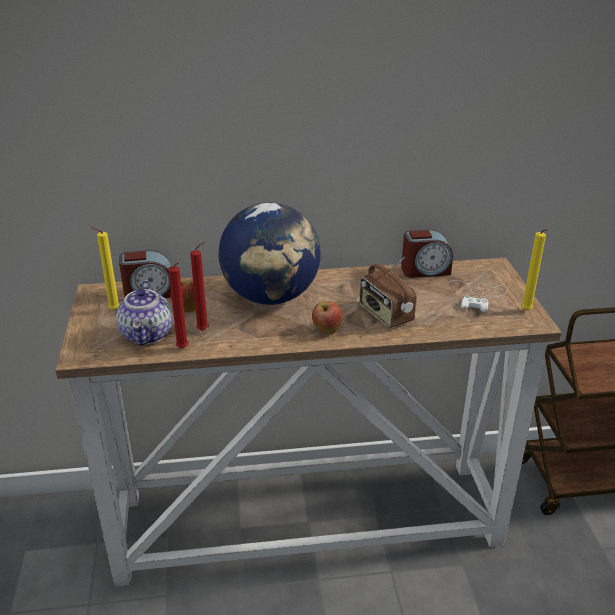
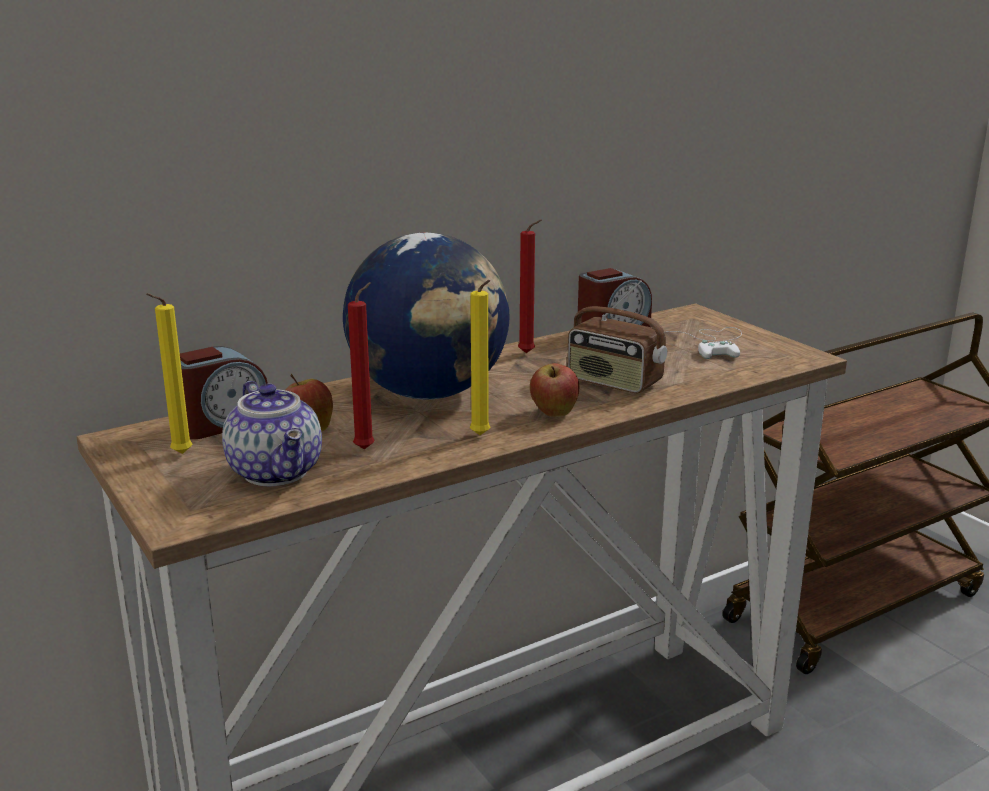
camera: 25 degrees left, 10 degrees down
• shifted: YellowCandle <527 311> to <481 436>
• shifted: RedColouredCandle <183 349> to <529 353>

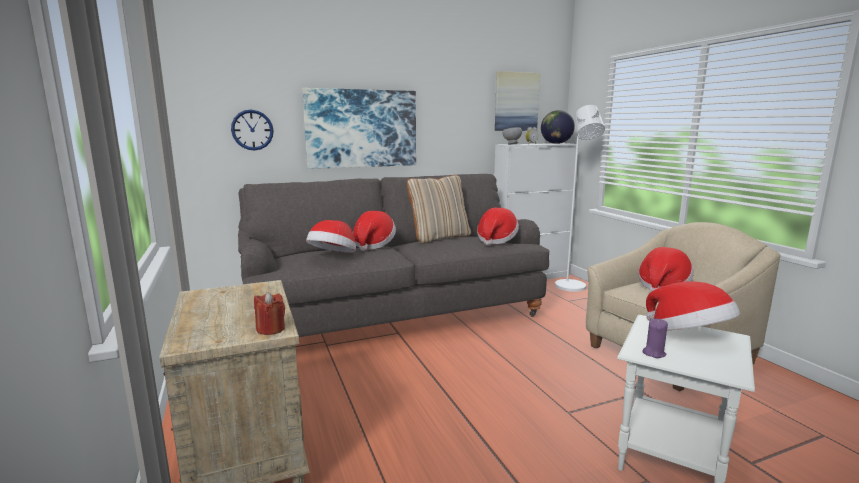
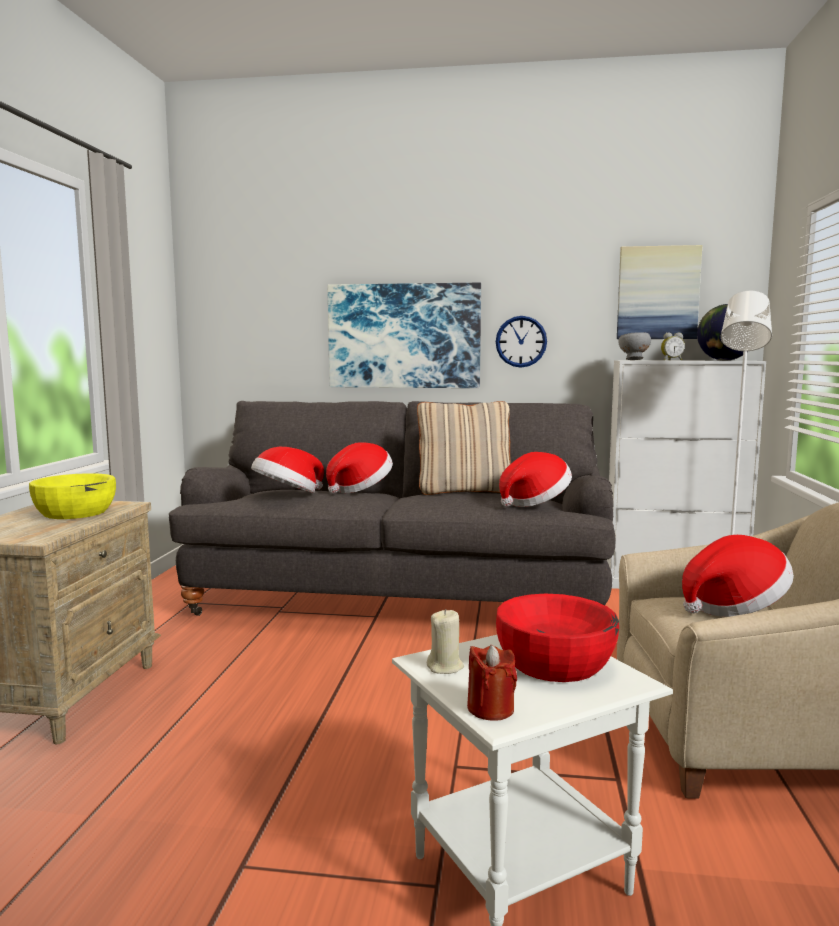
camera: 30 degrees right, 5 degrees down
• new: YellowDeepDish <75 512>
• repainted: PurpleColouredCandle <654 353> to BeigeColouredCandle <445 667>
• shifted: RedColouredCandle <270 329> to <490 709>
• shifted: HangingClock <252 130> to <521 341>
• swapped: WearableHat <688 336> to RedColouredDeepDish <555 662>

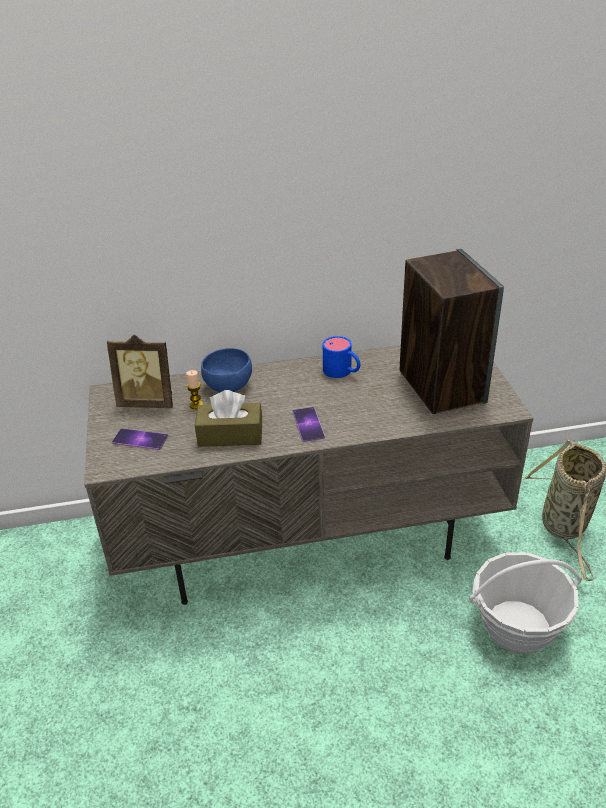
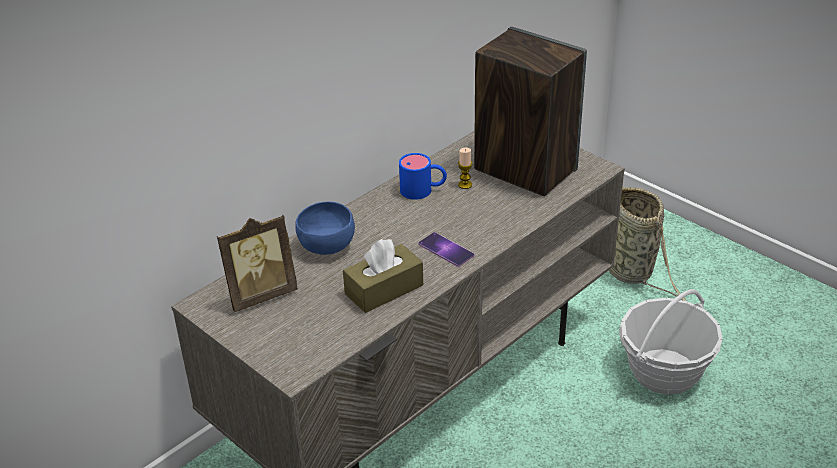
camera: 35 degrees left, 0 degrees up
• shifted: Candle <196 405> to <465 185>
• gone: Handset <140 439>

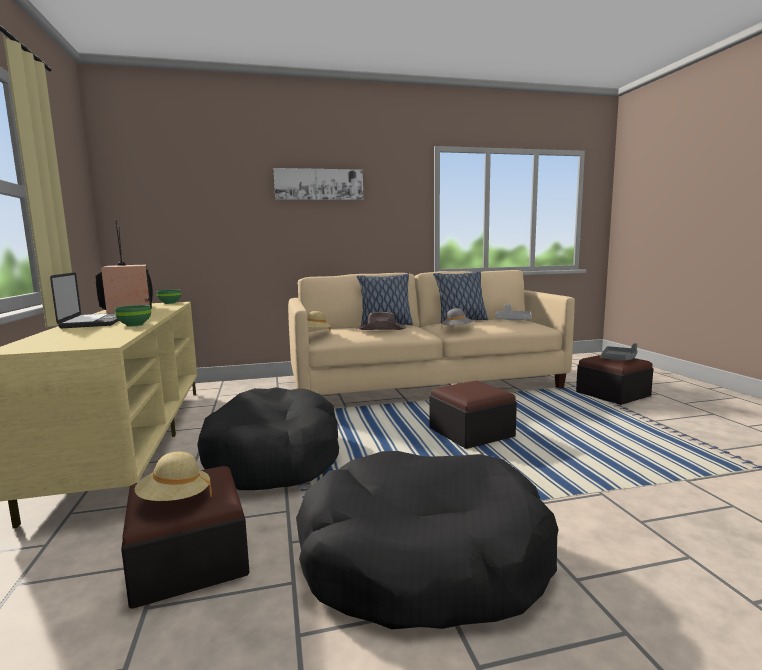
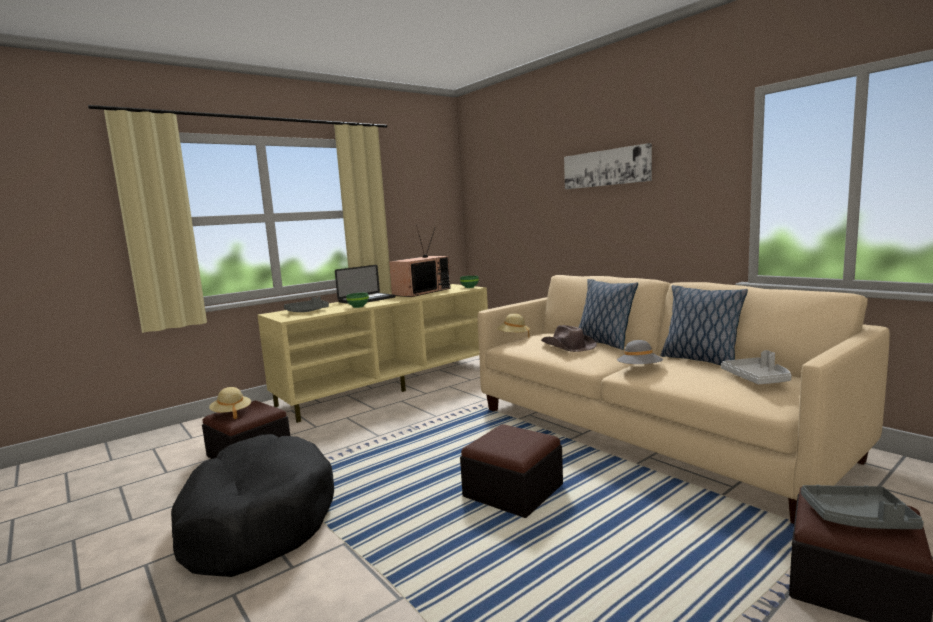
camera: 65 degrees right, 0 degrees up
• new: GreyServingTray <307 311>
• gone: BlackDogBed <275 456>

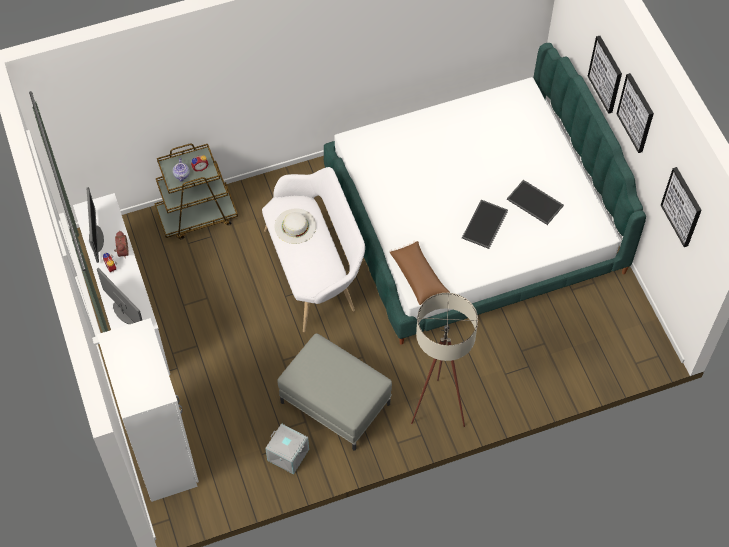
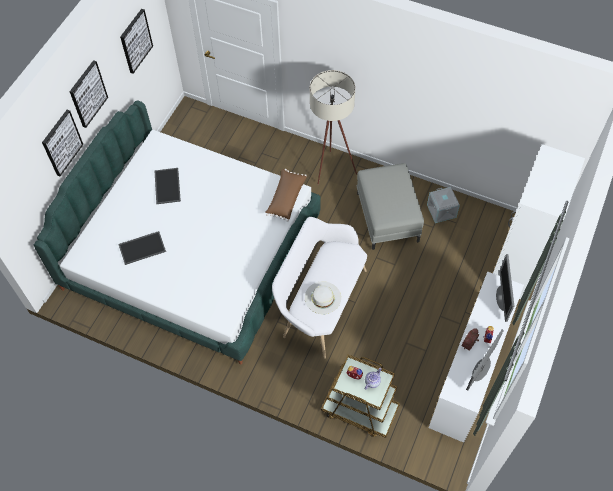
camera: 135 degrees left, 0 degrees up
• shifted: ServingTray <485 225> to <142 247>

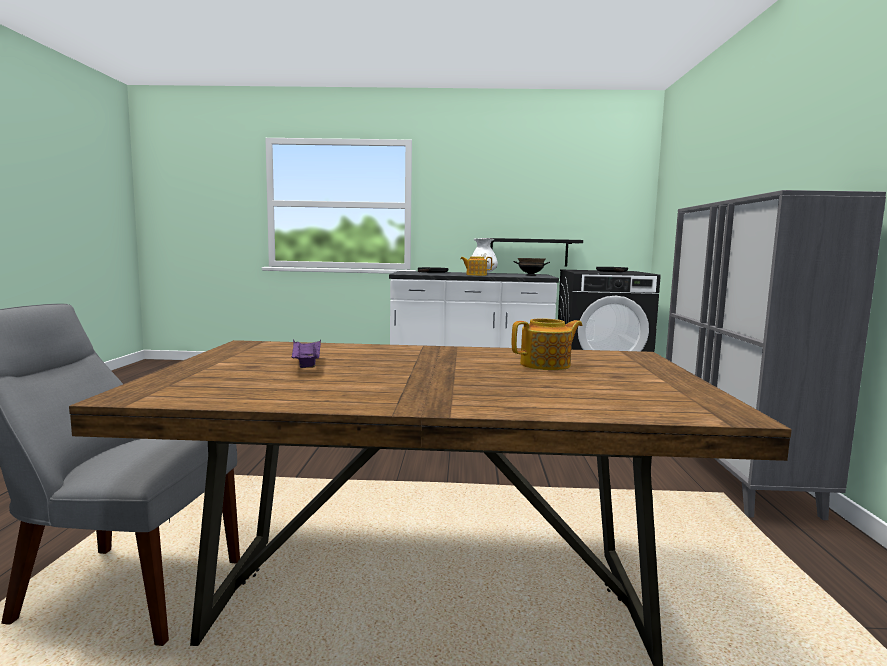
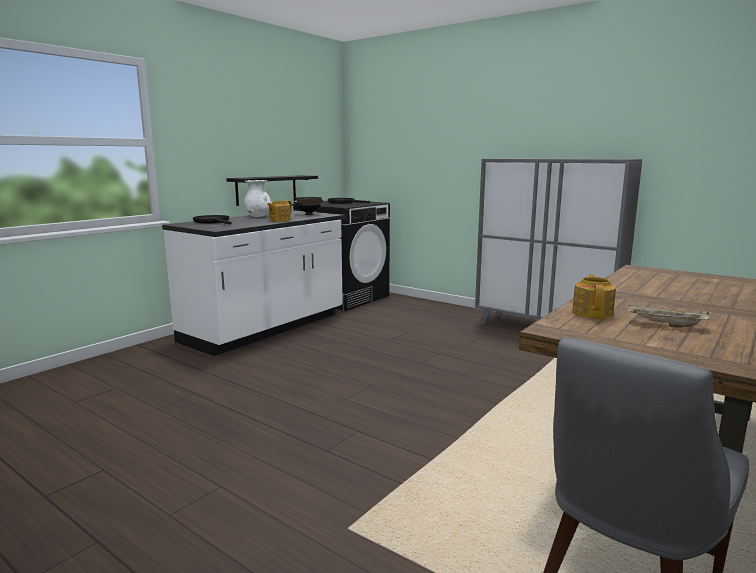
camera: 55 degrees left, 5 degrees up
• shifted: PotForTea <546 365> to <592 313>
• repainted: PurpleColouredServingTray <306 365> to BeigeColouredServingTray <665 325>

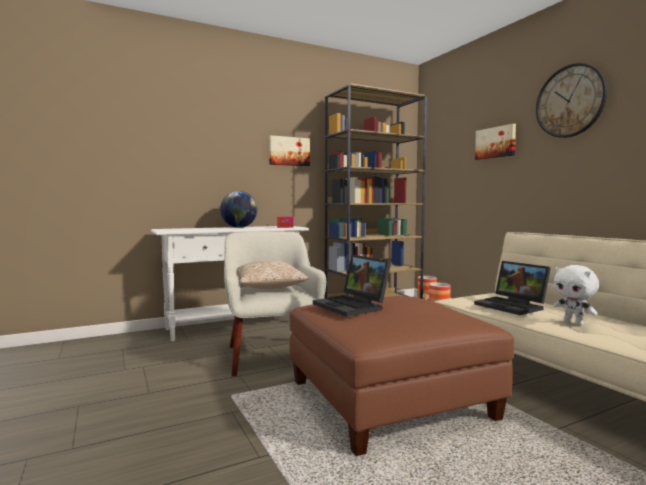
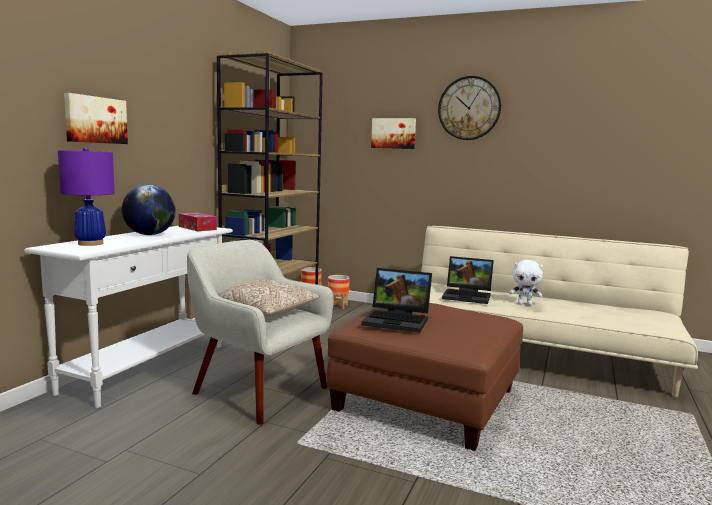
camera: 40 degrees left, 5 degrees up
• new: PurpleColouredTableLamp <91 243>
• shifted: WallArt <289 151> to <95 120>

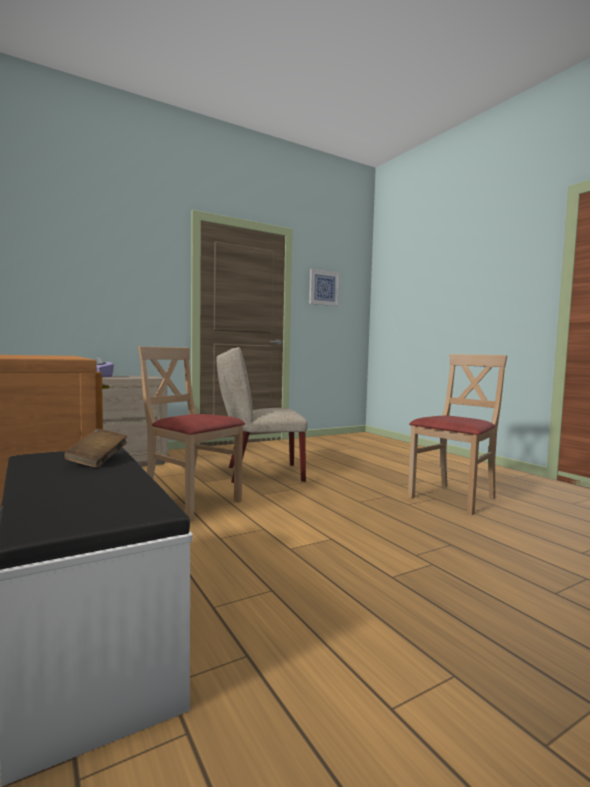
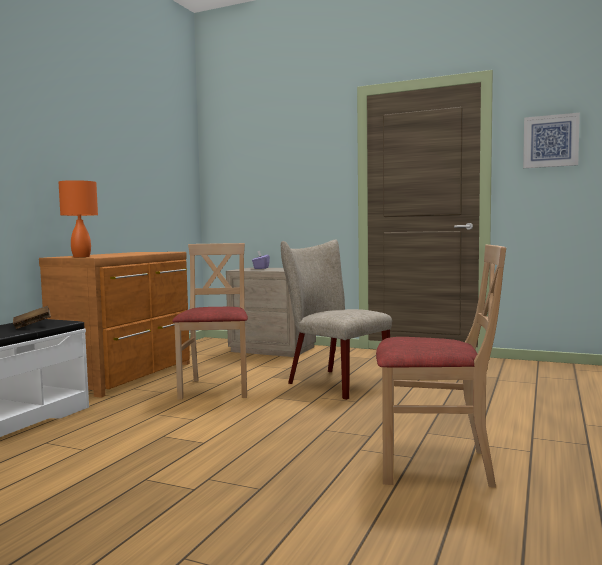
camera: 55 degrees right, 0 degrees up
• new: OrangeyTableLamp <80 257>

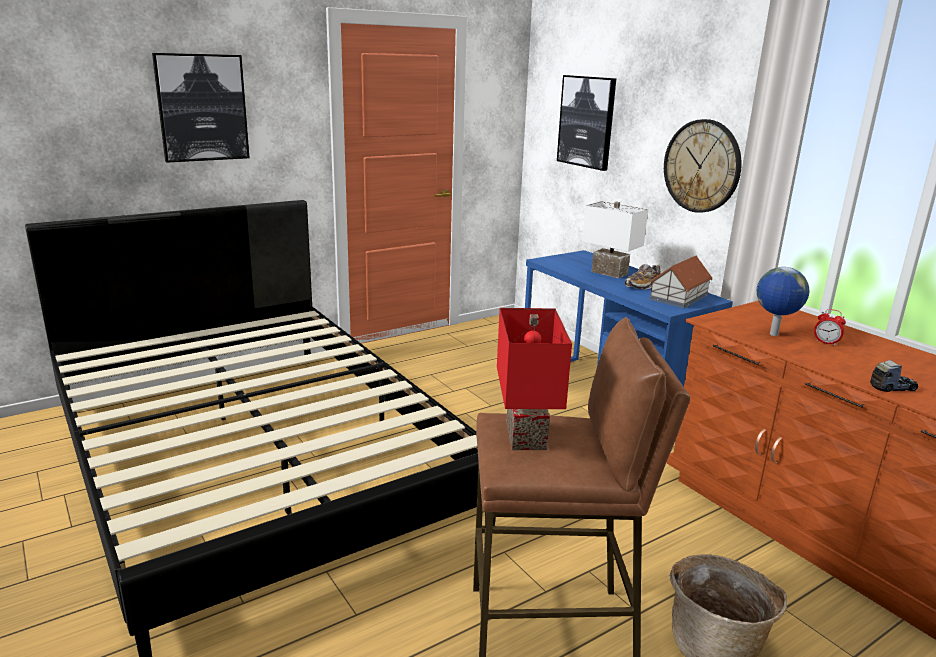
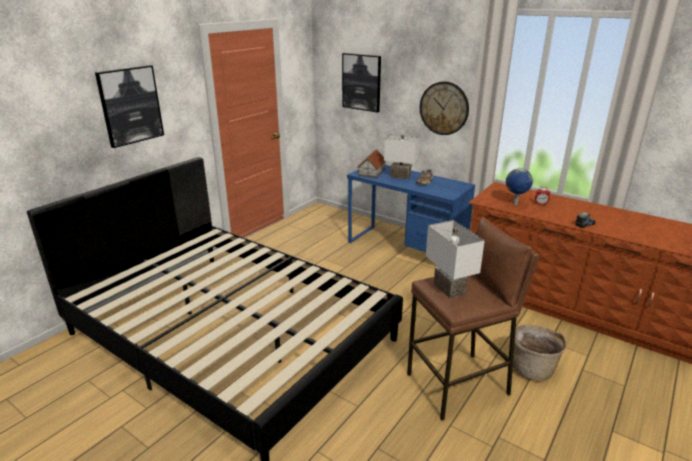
camera: 20 degrees left, 5 degrees up
• shifted: MiniatureHouse <679 297> to <372 172>
• repainted: RedColouredTableLamp <529 436> to WhiteColouredTableLamp <450 289>

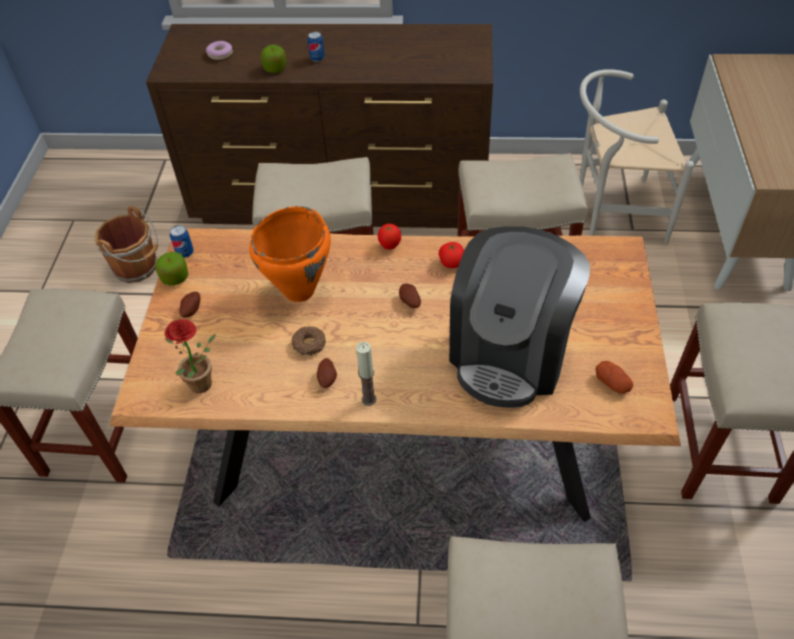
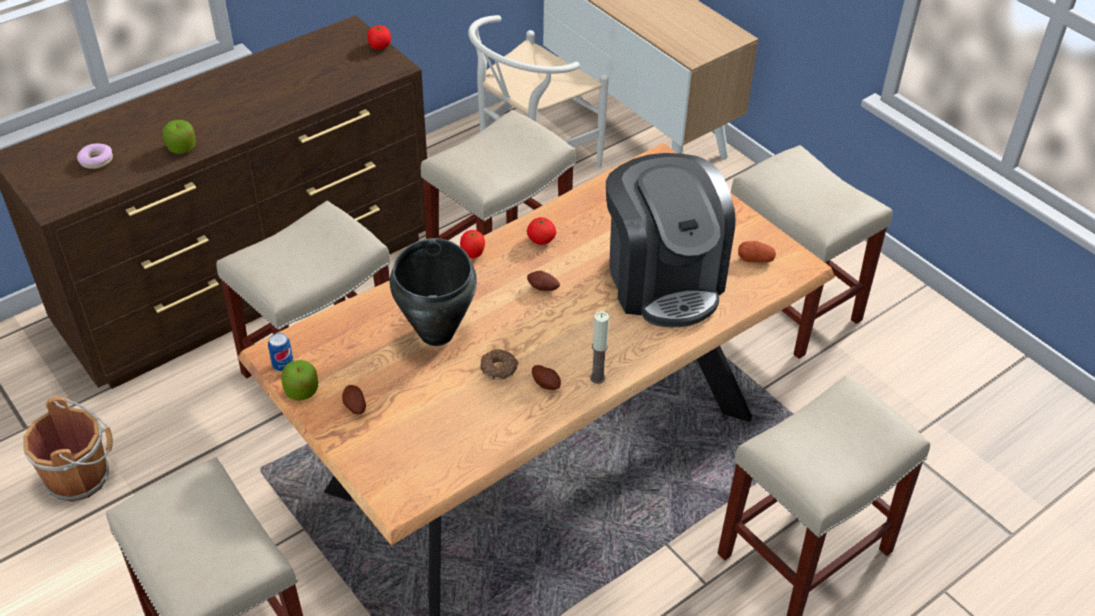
camera: 45 degrees left, 5 degrees down
• new: FreshTomato <379 46>
• repainted: OrangeySaucepot <300 290> to BlackSaucepot <437 333>
• gone: PottedPlant <203 387>
• gone: SealedCan <317 58>

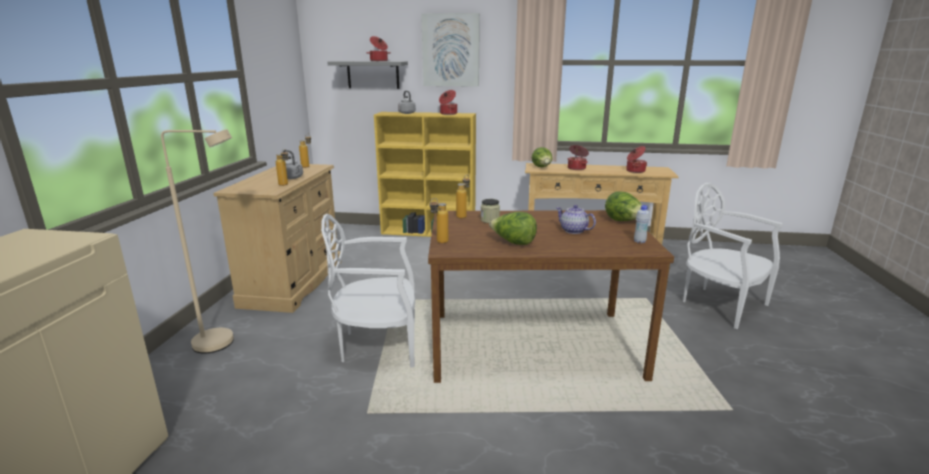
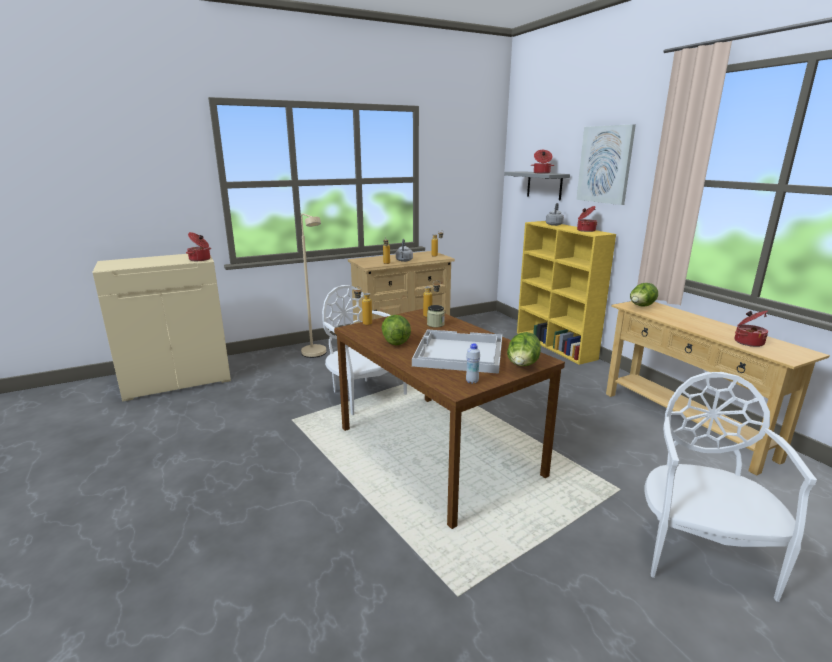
camera: 55 degrees right, 0 degrees up
• shifted: Saucepot <577 168> to <200 259>
• swapped: PotForTea <573 230> to WhiteColouredServingTray <458 353>

